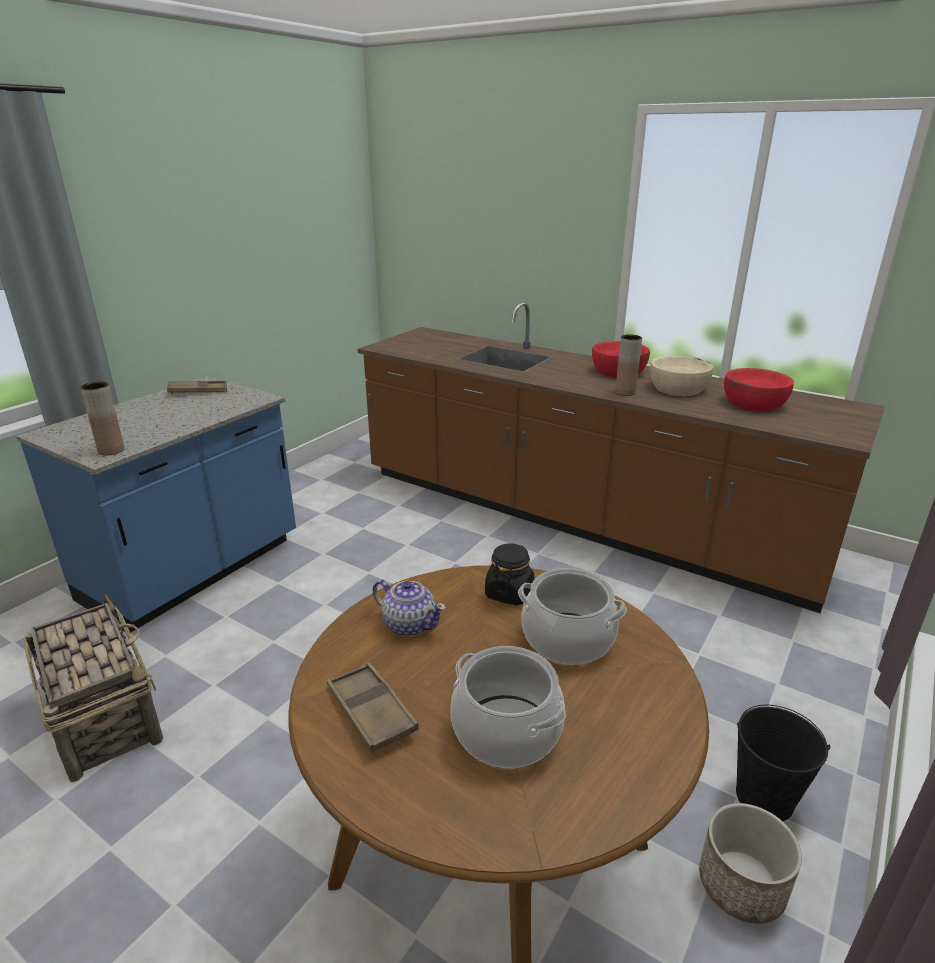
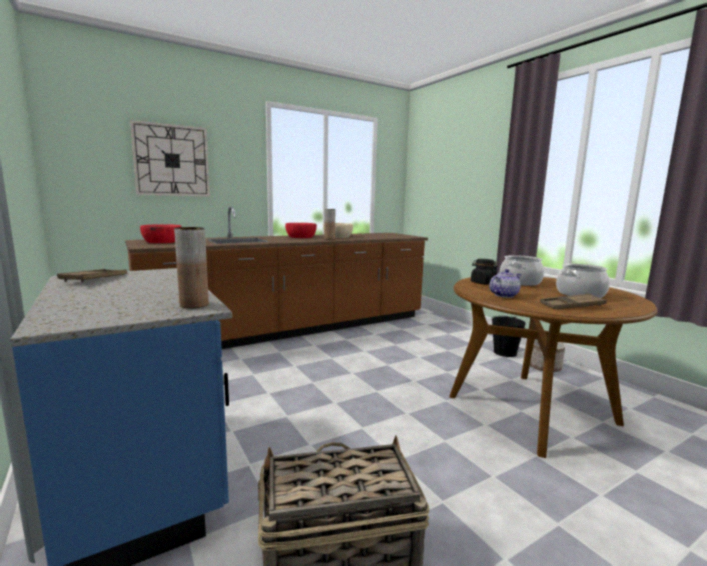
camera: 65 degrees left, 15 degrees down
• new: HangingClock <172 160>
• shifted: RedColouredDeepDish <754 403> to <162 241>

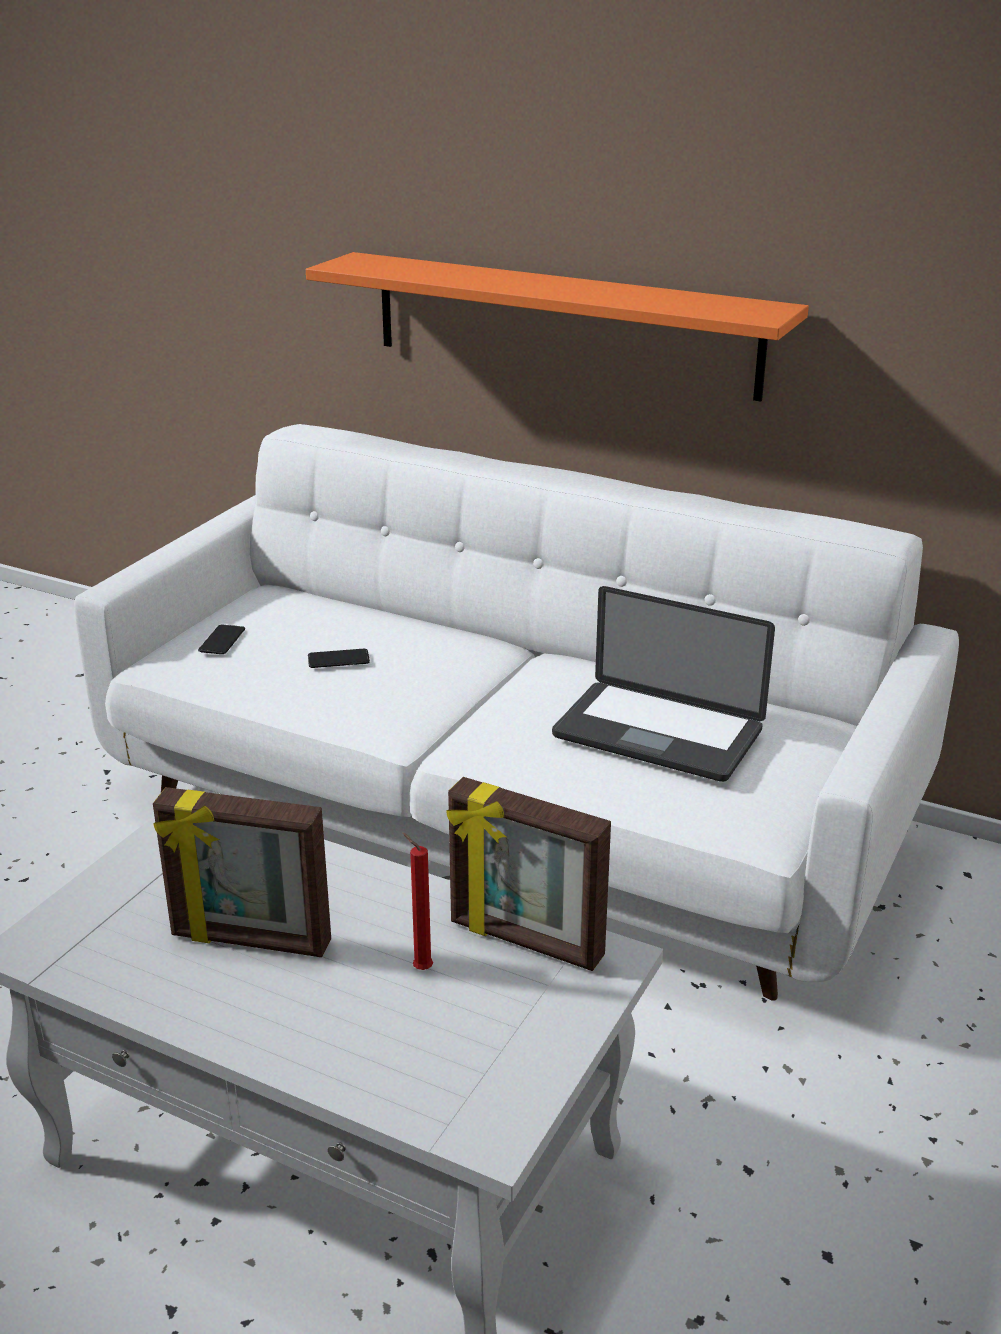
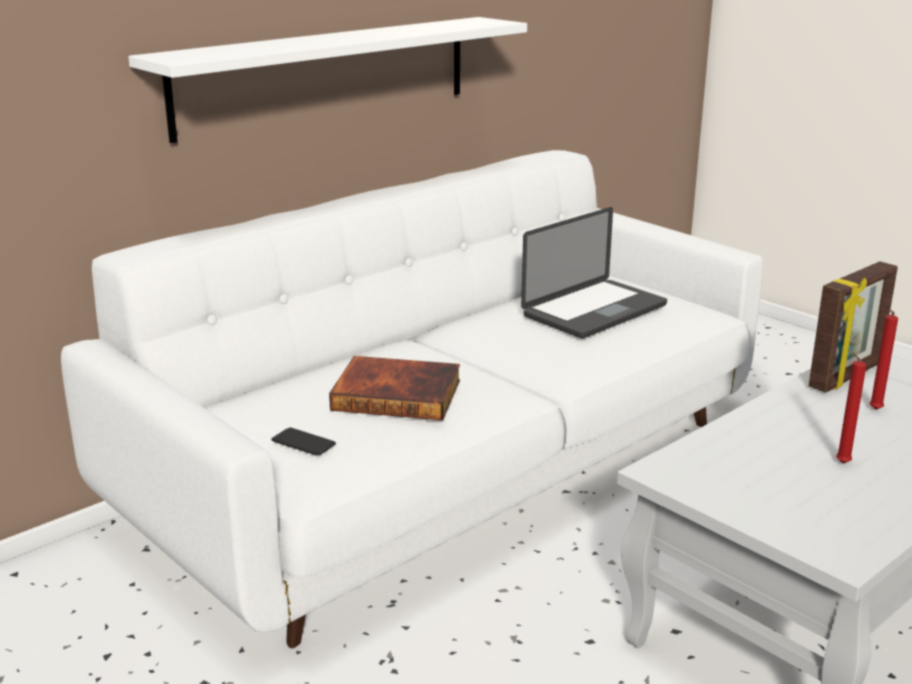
camera: 70 degrees left, 5 degrees down
• repainted: OrangeyBracketShelf <563 324> to WhiteColouredBracketShelf <326 75>
• swapped: Handset <338 659> to BoundBook <398 394>
• swapped: StandingFrame <250 941> to RedColouredCandle <840 462>

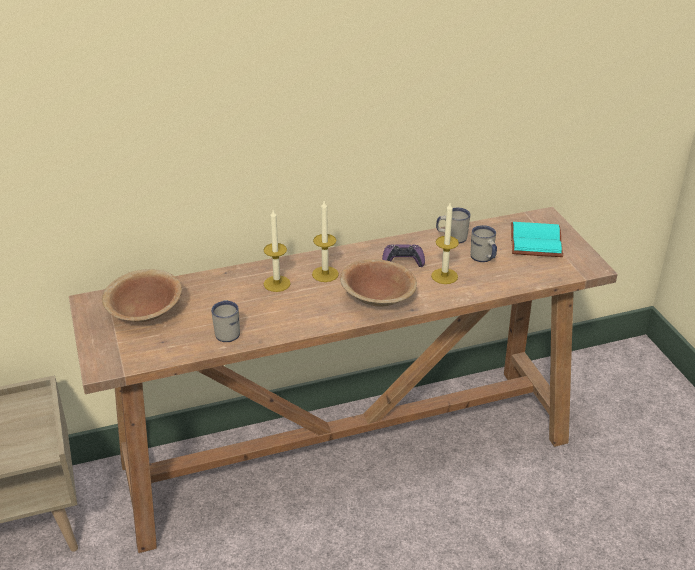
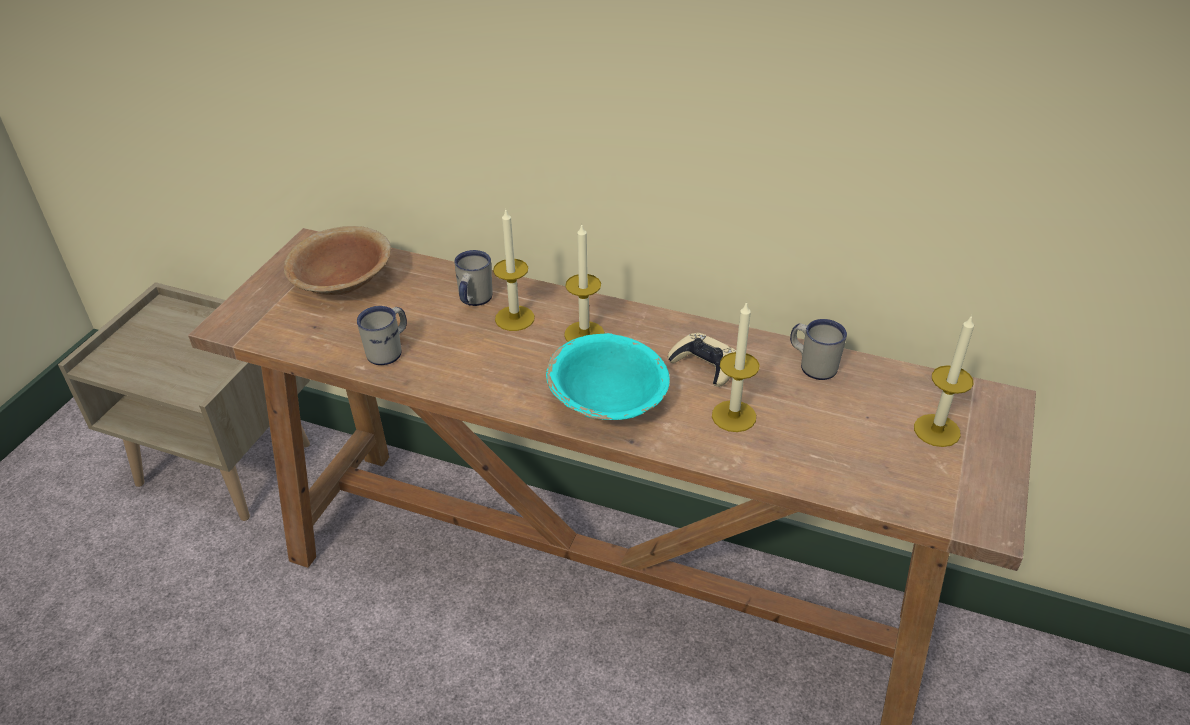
camera: 40 degrees right, 5 degrees up
• shifted: WhiteColouredCoffeeMug <483 259> to <473 300>
• repainted: BrownDeepDish <378 298> to BlueGreenDeepDish <608 401>
• repainted: PurpleColouredGameController <403 260> to BeigeColouredGameController <705 364>
• swapped: BlueGreenBoundBook <534 240> to Candle <937 430>

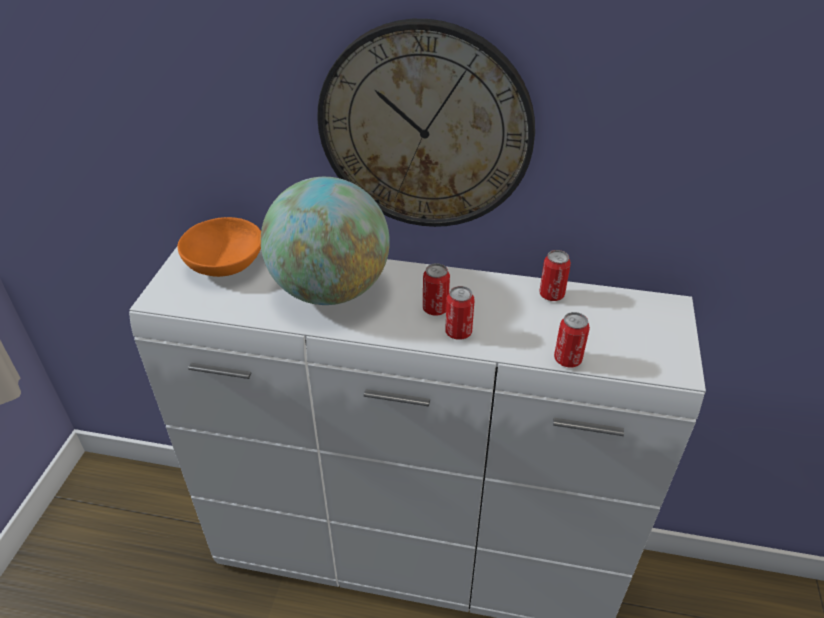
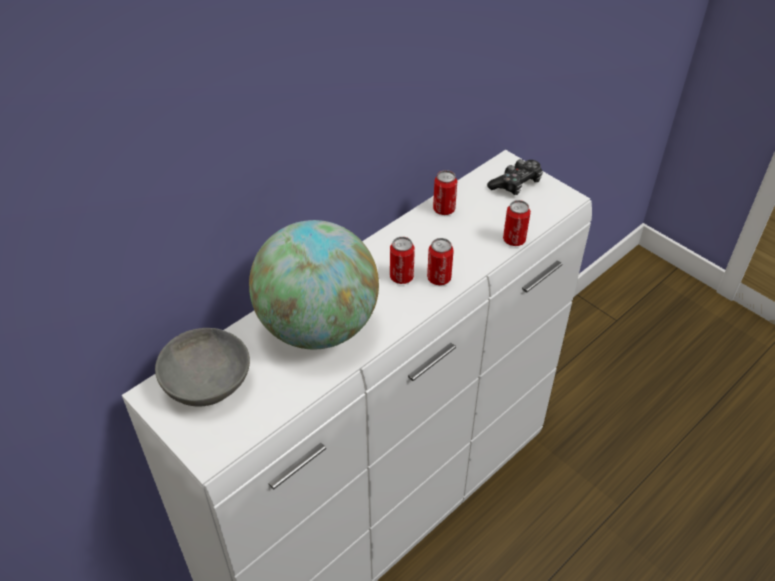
camera: 55 degrees left, 5 degrees up
• repainted: OrangeyDeepDish <226 265> to GreyDeepDish <208 382>
• new: GameController <516 184>
• gone: HangingClock <425 129>

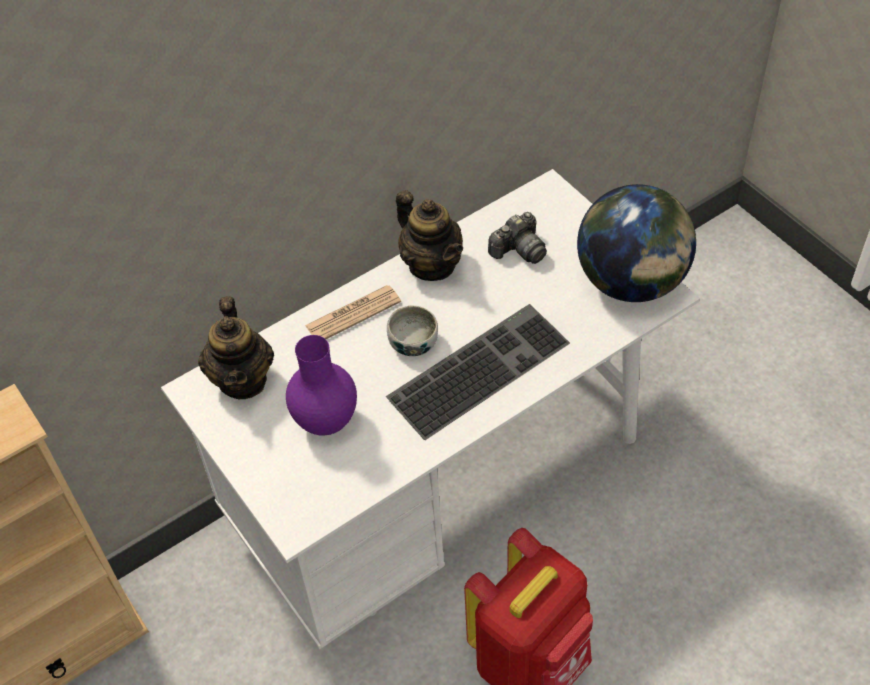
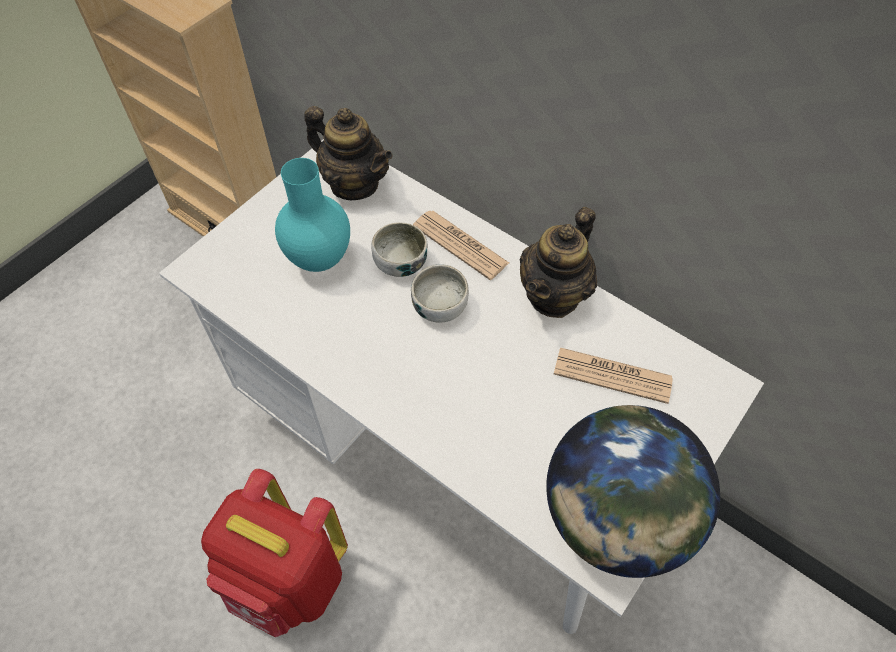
camera: 70 degrees right, 5 degrees up
• repainted: PurpleColouredVase <325 421> to BlueGreenVase <321 258>
• rotated: PotForTea <243 379> = <354 184> 120 degrees counterclockwise
• new: DeepDish <400 262>
• swapped: PhotoCamera <519 250> to DailyPaper <612 375>
• gone: Keyboard <478 367>

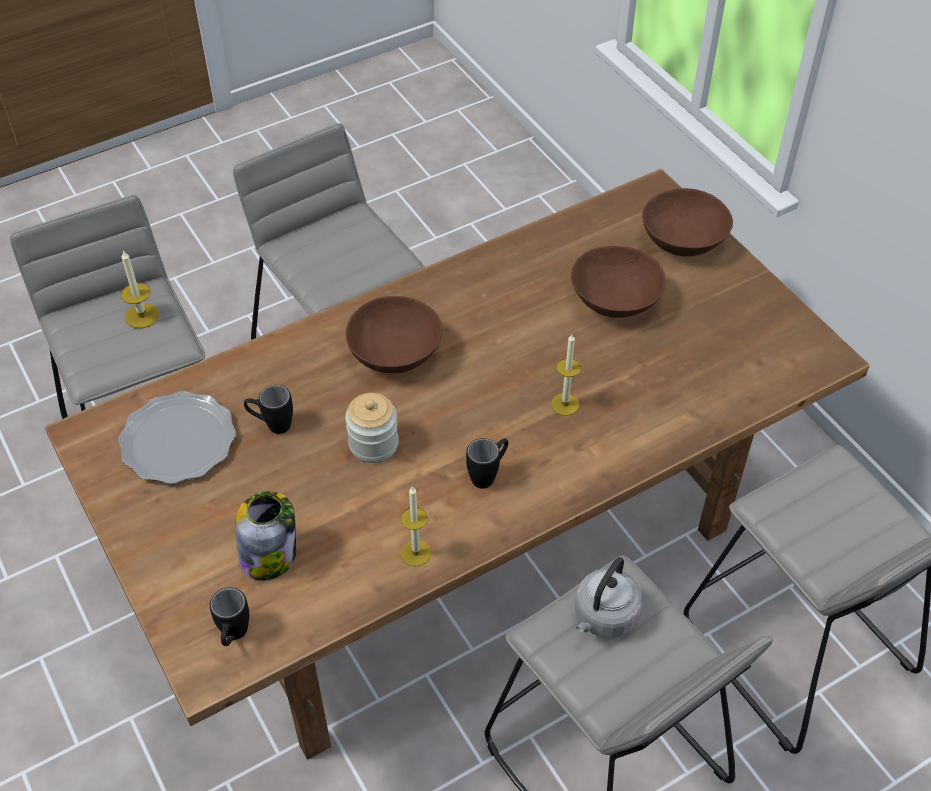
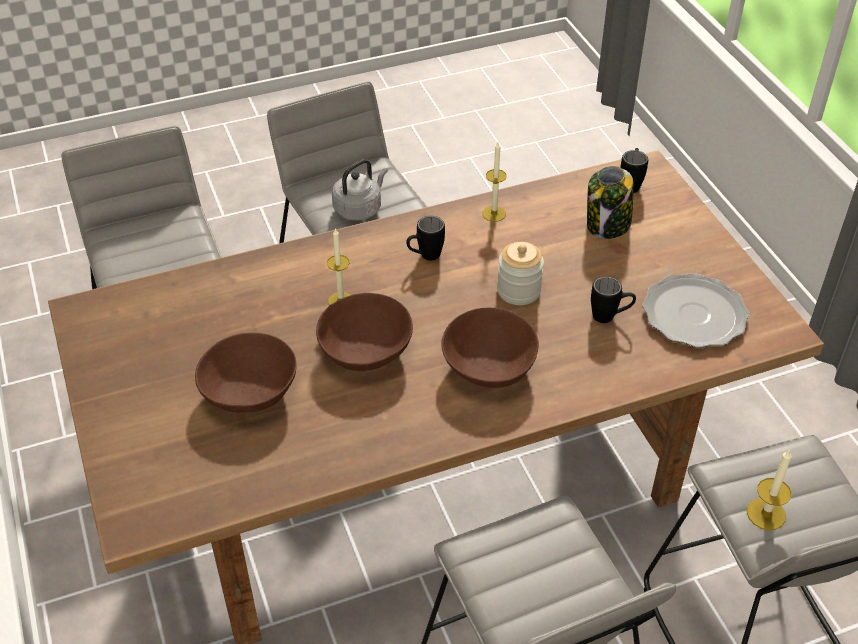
camera: 170 degrees left, 5 degrees down
• shifted: BrownDeepDish <683 241> to <365 350>

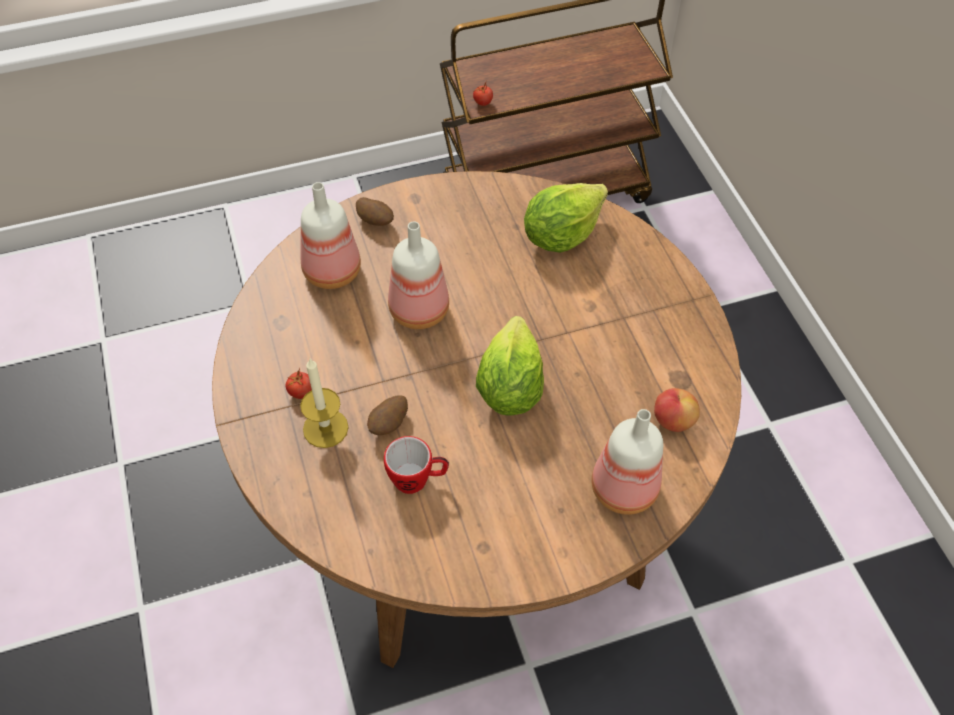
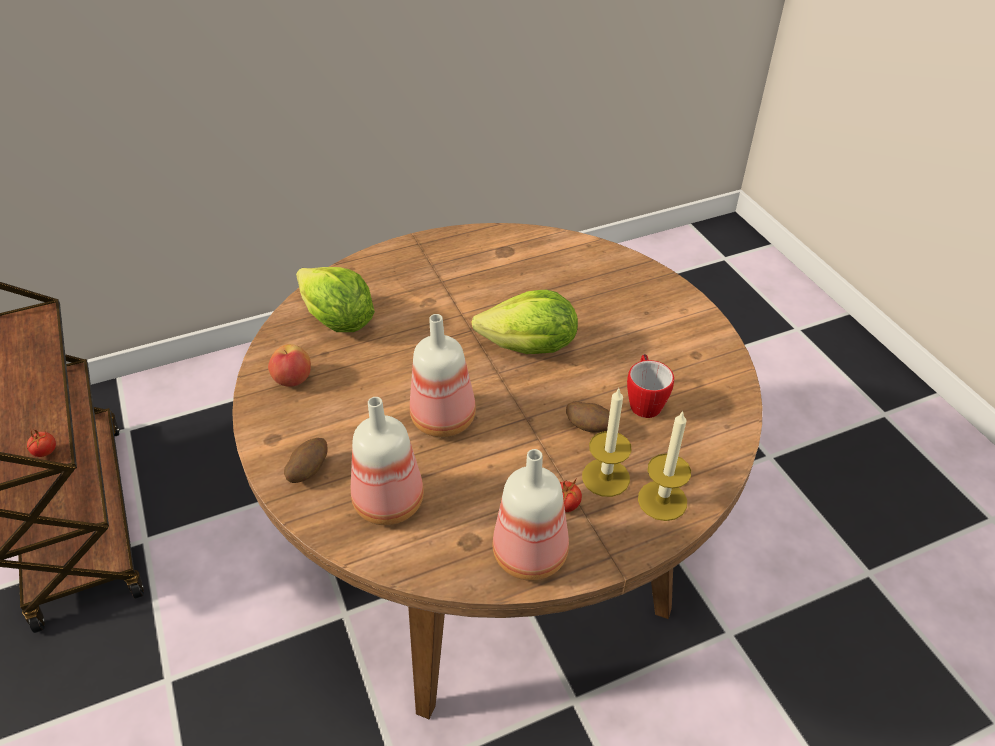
camera: 95 degrees left, 10 degrees down
• shifted: Apple <672 420> to <293 380>
• shifted: BeverageBottle <622 490> to <532 555>
• new: Candle <662 500>

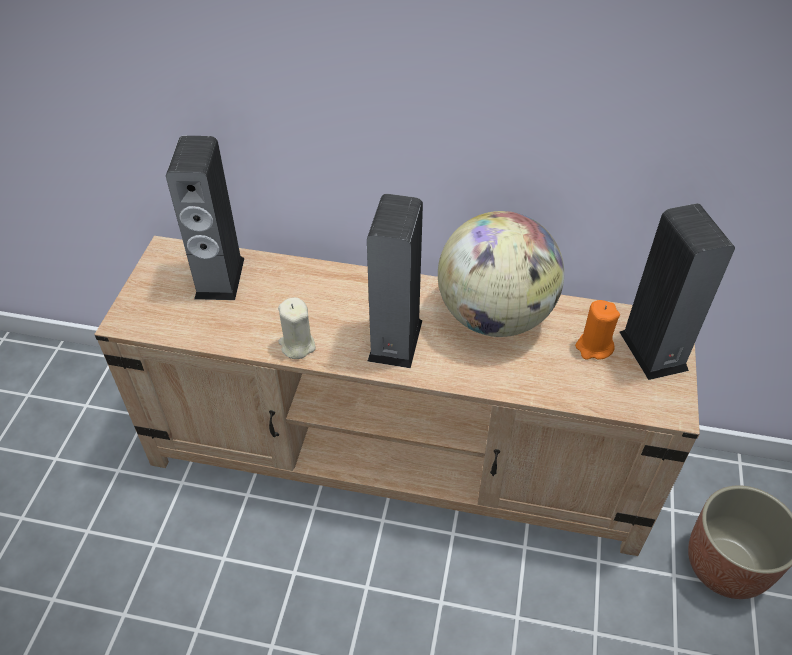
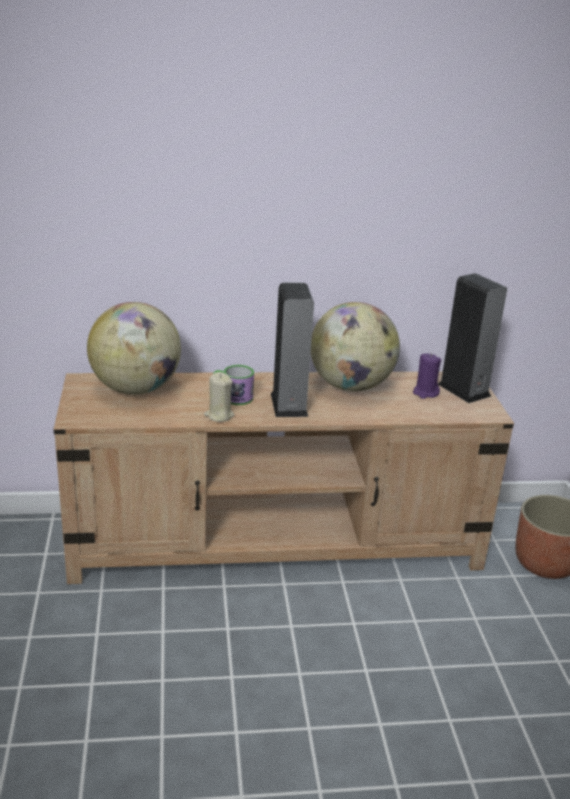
camera: 20 degrees left, 20 degrees down
• swapped: AudioSpeaker <219 278> to WorldGlobe <136 389>
• new: CoffeeMug <232 397>
• repainted: OrangeyCandle <593 347> to PurpleColouredCandle <425 393>

